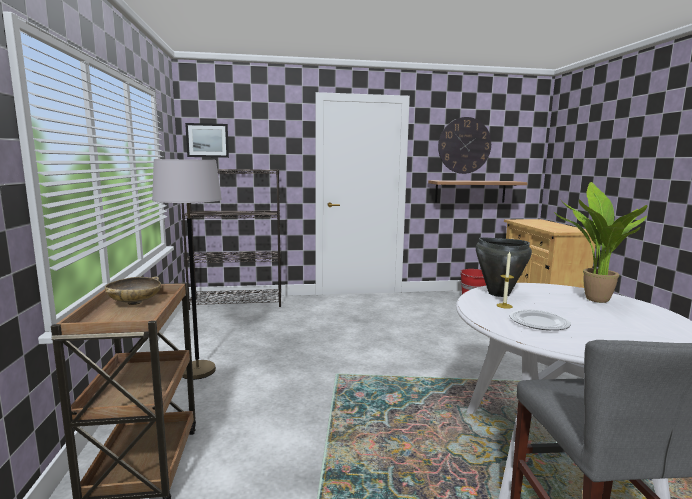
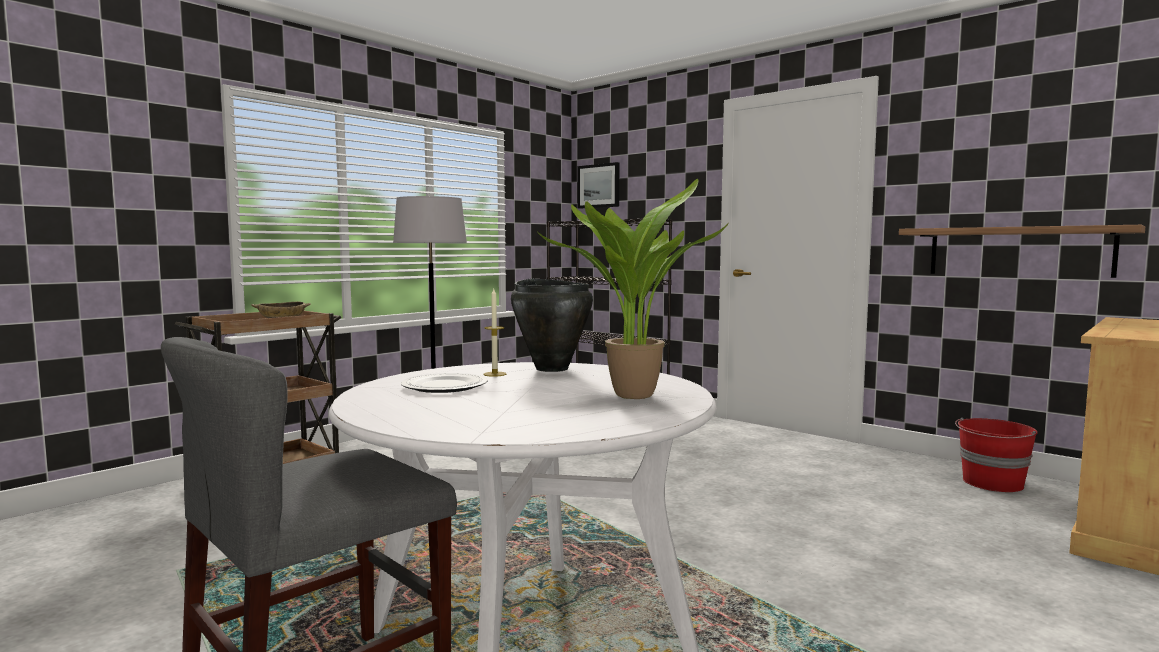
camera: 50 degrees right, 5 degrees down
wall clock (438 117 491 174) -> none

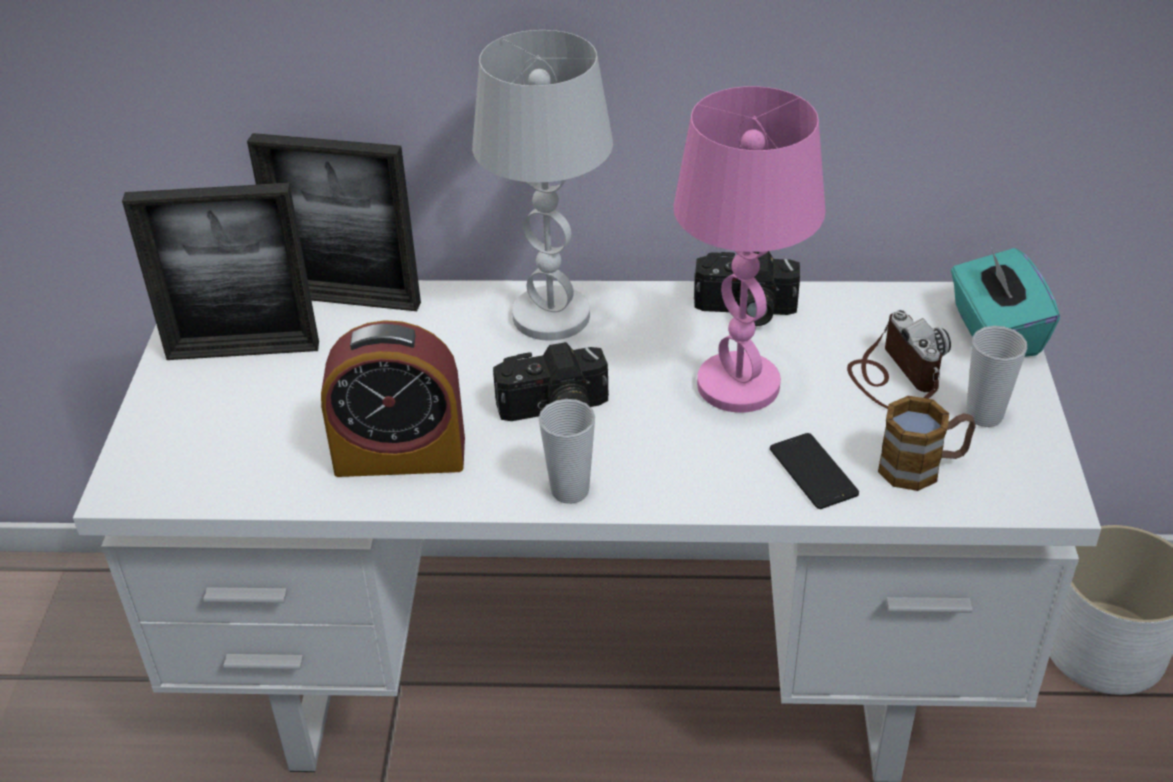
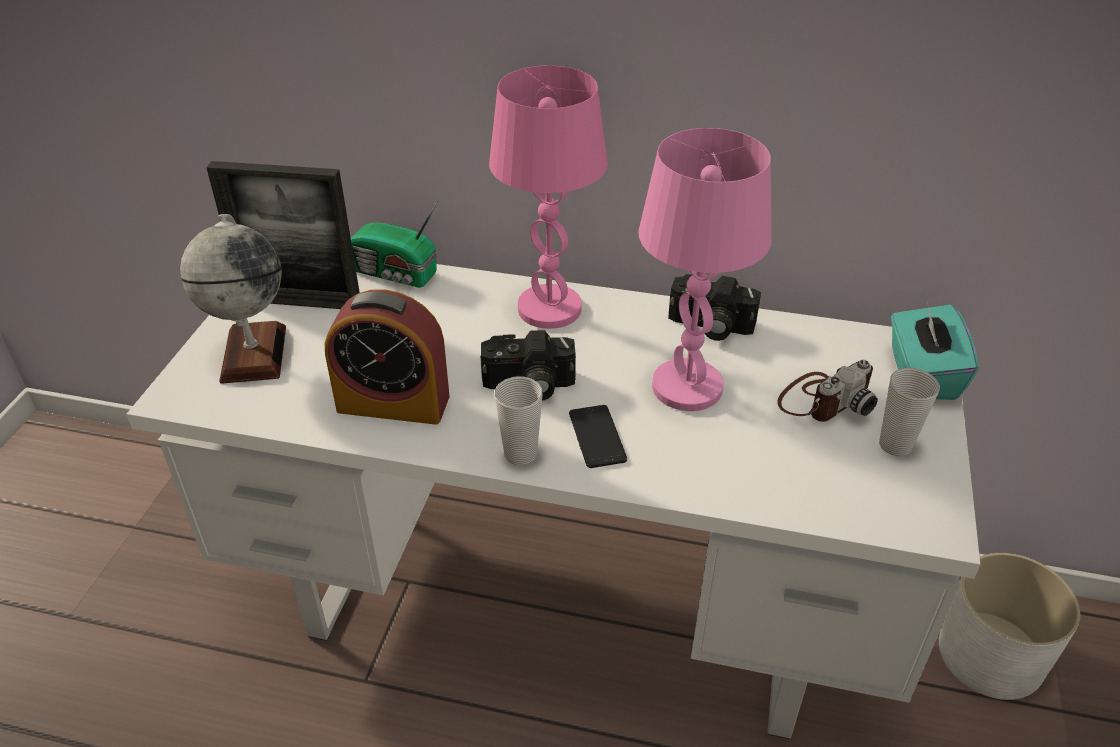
camera: 10 degrees right, 0 degrees up
photo frame (247 133 421 311) -> radio set (351 201 438 288)
white table lamp (472 30 613 341) -> pink table lamp (489 66 608 329)
telephone (770 433 859 509) -> telephone (569 405 627 468), move
photo camera (847 310 951 409) -> photo camera (777 360 878 422), 60 degrees clockwise
coffee mug (878 396 975 491) -> none
none -> desk globe (180 214 286 384)

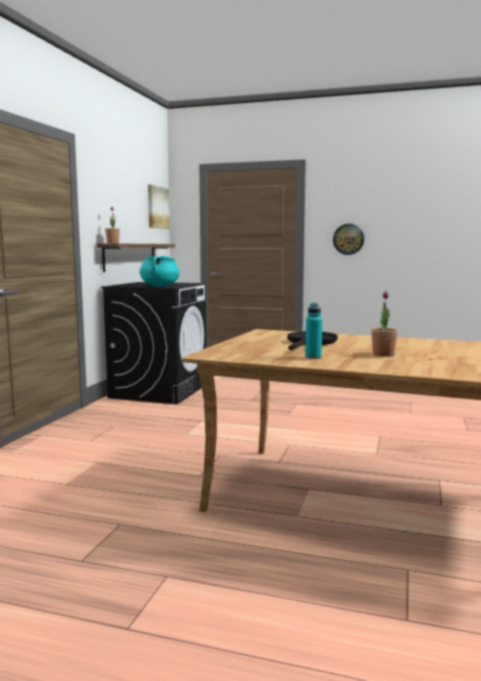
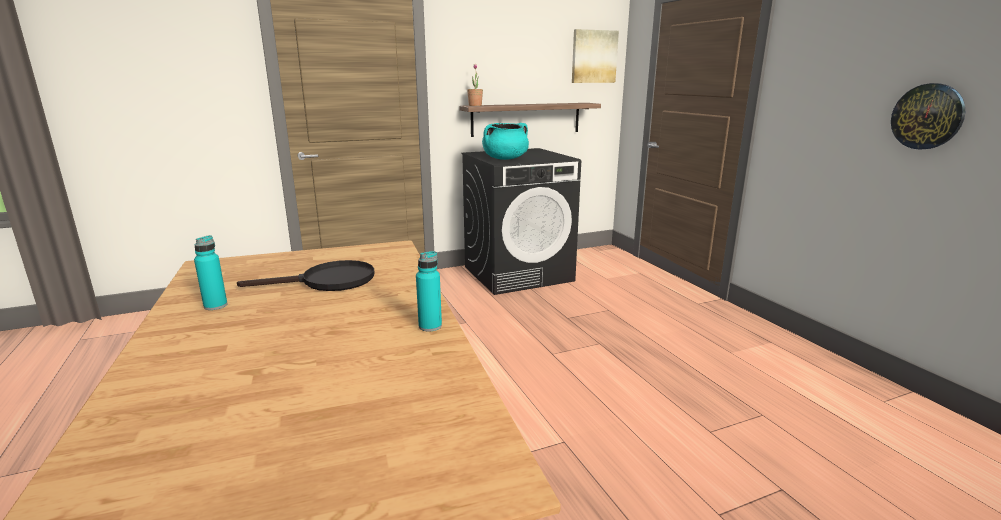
camera: 50 degrees right, 10 degrees up
wall clock (333 224 364 255) -> wall clock (891 83 965 150), move
potted plant (372 291 397 357) -> none
none -> blue-green bottle (416 251 442 332)

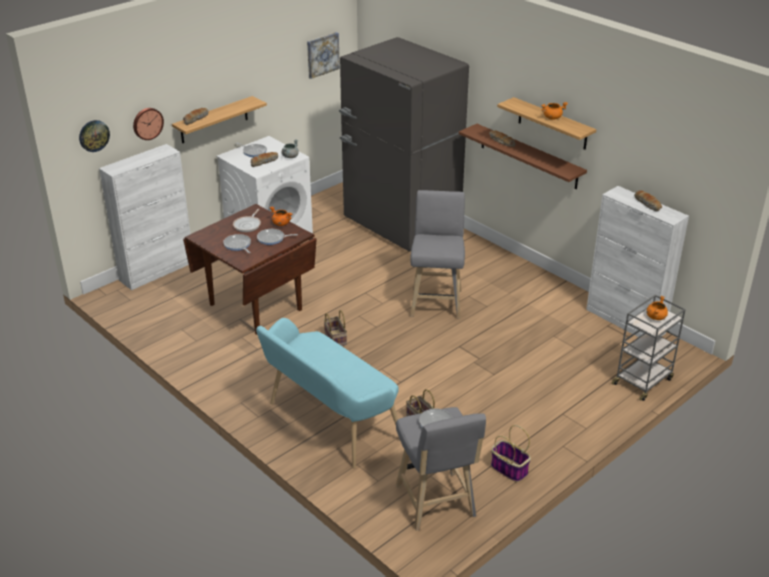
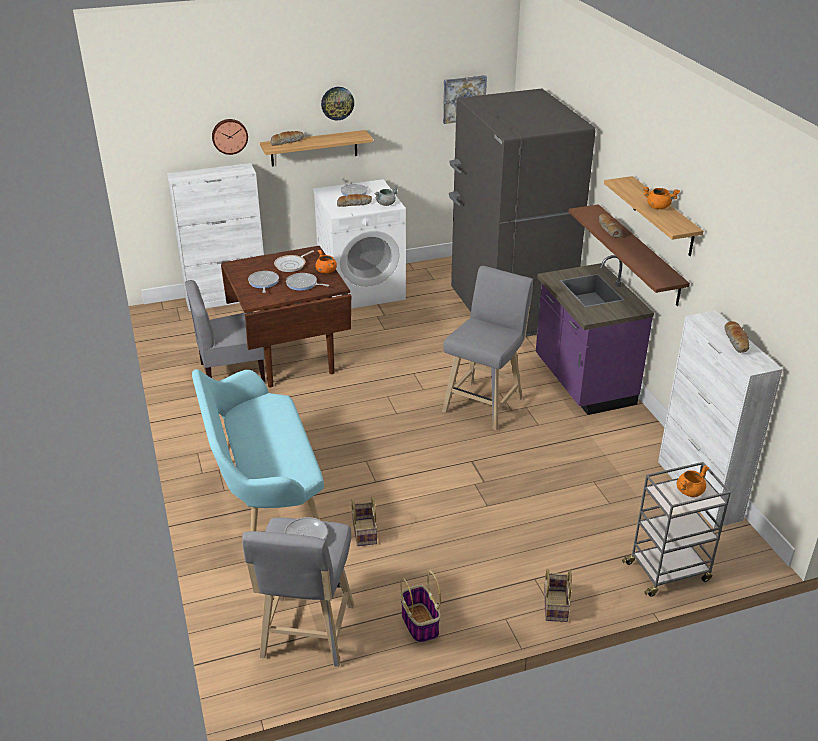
camera: 25 degrees right, 0 degrees up
wall clock (79 120 110 152) -> wall clock (321 87 354 121), move
storage basket (324 310 347 346) -> storage basket (544 569 572 622), move
none -> greyish plain chair (185 280 265 381)
none -> purplish counter (536 255 654 415)

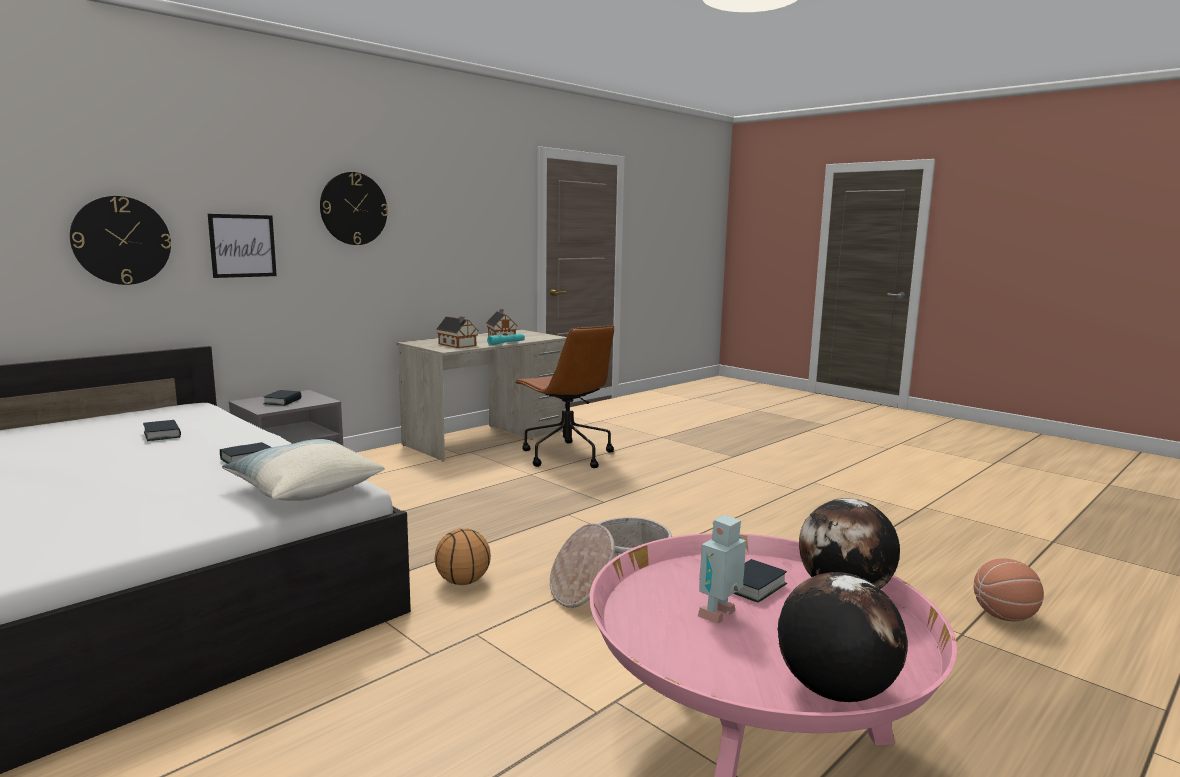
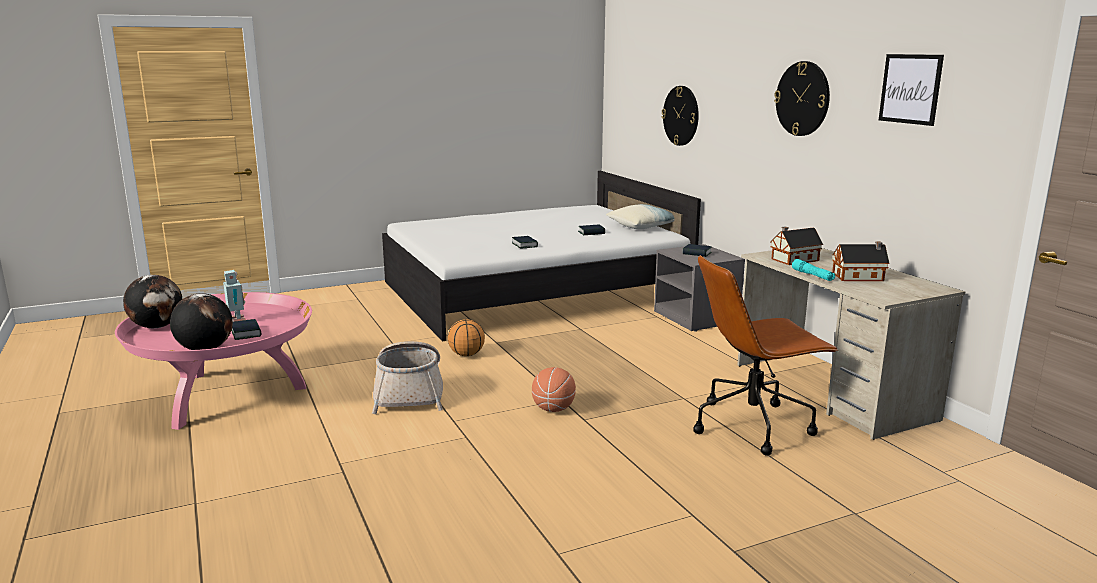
camera: 110 degrees right, 5 degrees up
wall picture (208 214 277 278) -> wall picture (879 54 944 126), move
cushion (222 439 385 501) -> cushion (606 204 675 229), move
basketball ball (974 558 1044 621) -> basketball ball (532 367 576 412), move

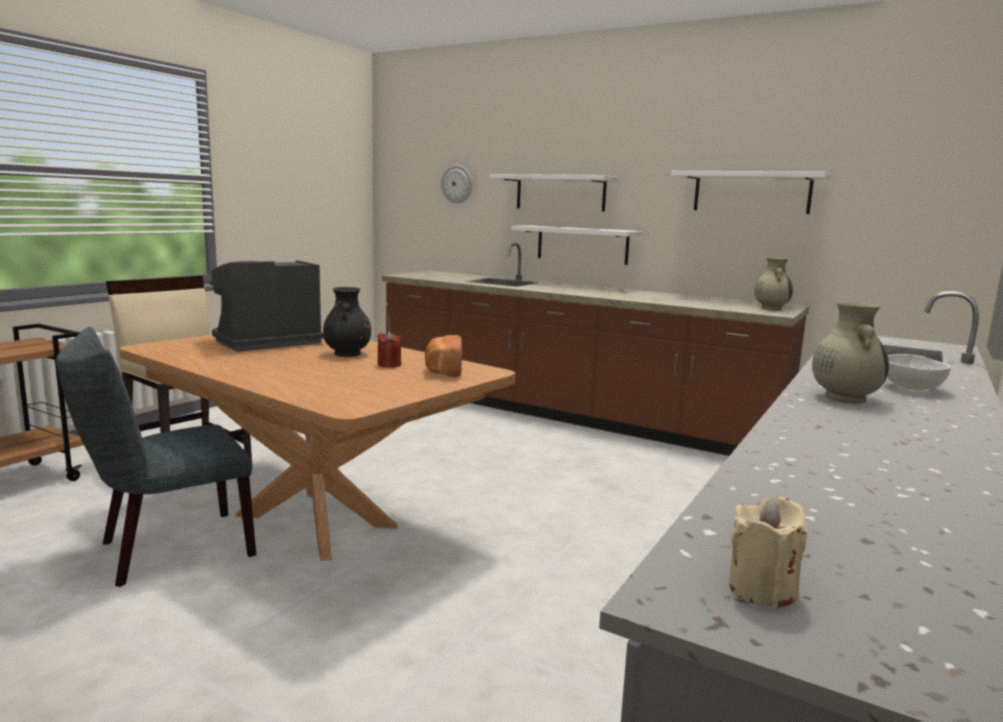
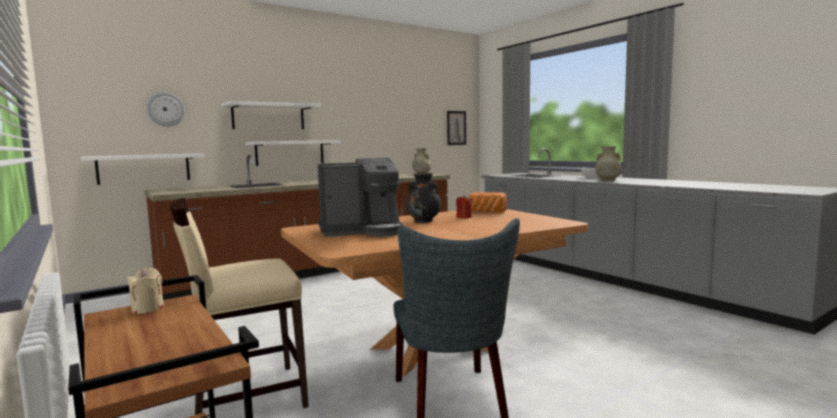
camera: 65 degrees left, 5 degrees down
coffee brewer (209 260 324 352) -> coffee brewer (318 158 403 237), 90 degrees counterclockwise
white bracket shelf (671 171 831 214) -> white bracket shelf (81 153 205 185), move
beige wax light (729 496 807 609) -> beige wax light (127 268 164 314), move
none -> wall picture (447 111 466 145)

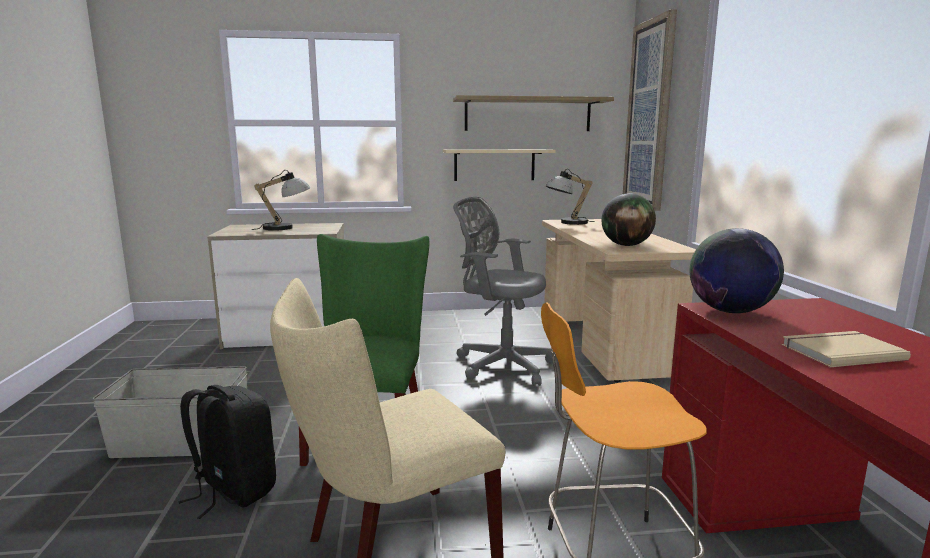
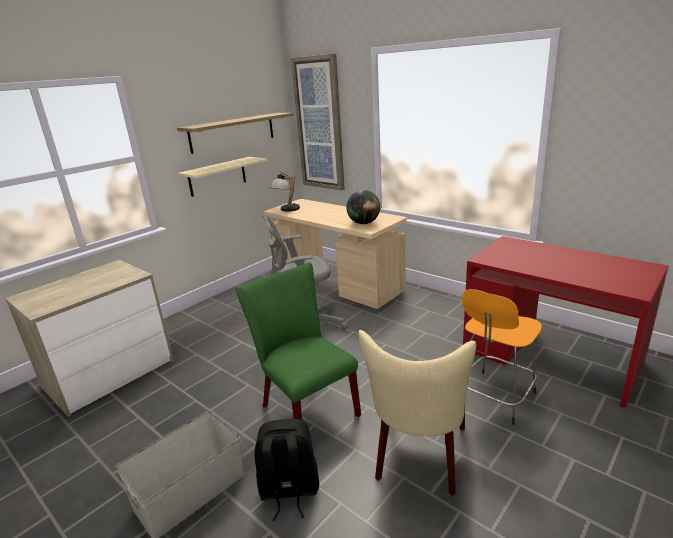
camera: 40 degrees left, 10 degrees up
table lamp (251 170 310 231) -> none
desk globe (689 228 784 313) -> none
beige book (782 331 911 367) -> none

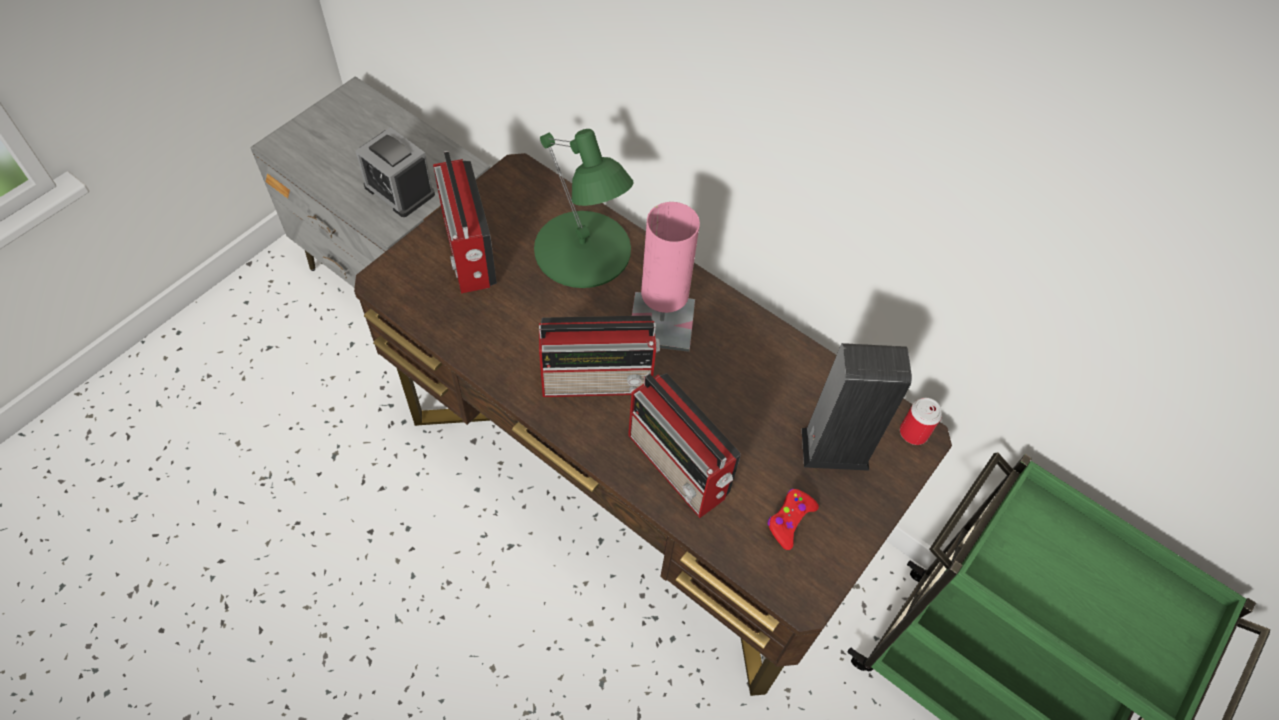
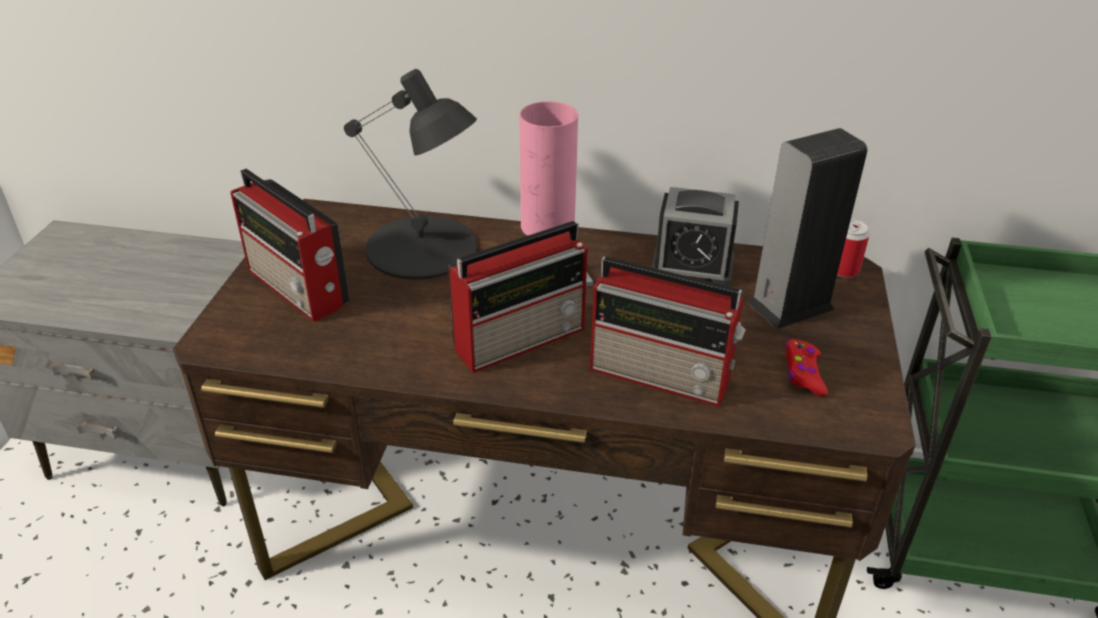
camera: 25 degrees left, 20 degrees down
table clock (356 127 435 217) -> table clock (651 187 739 286), move
green table lamp (534 129 634 288) -> black table lamp (344 69 477 279)

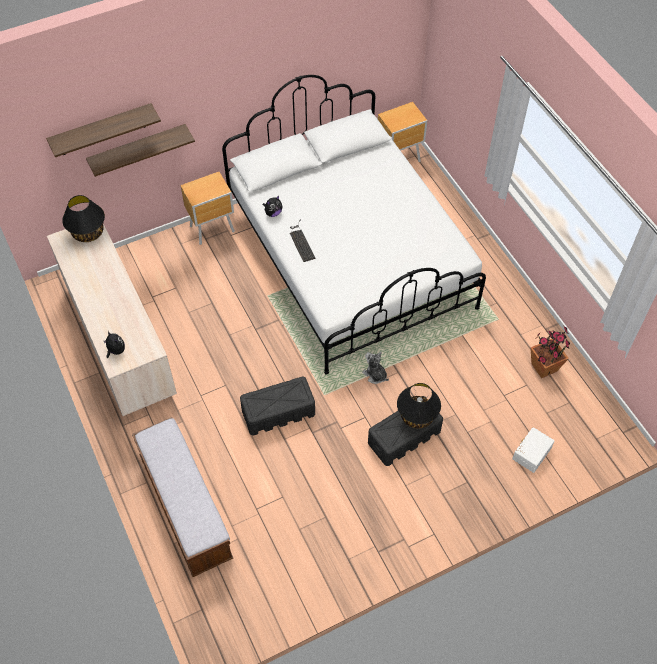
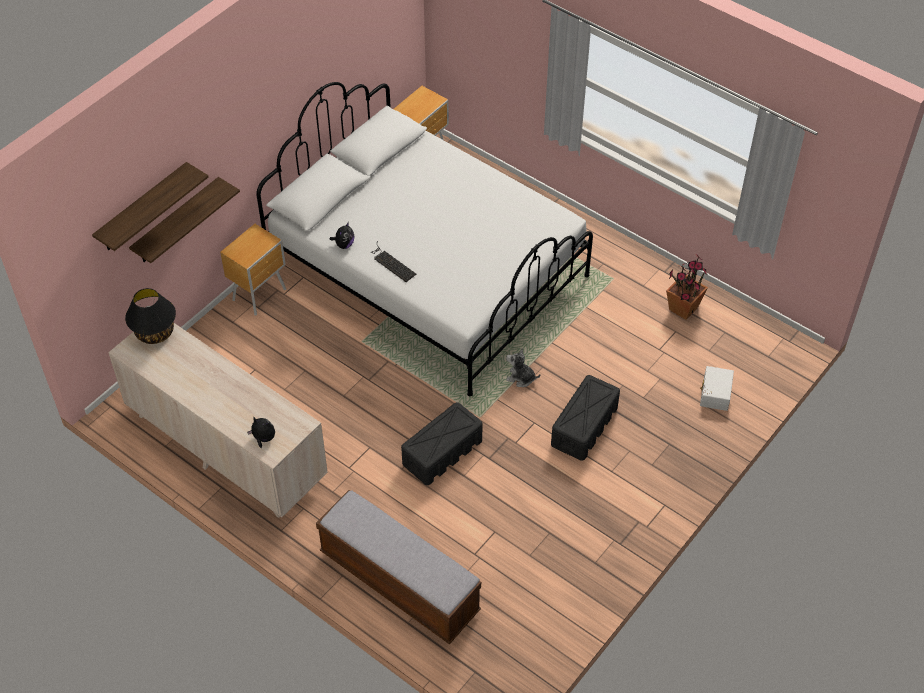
camera: 25 degrees left, 5 degrees down
black table lamp (397 383 441 428) -> none

